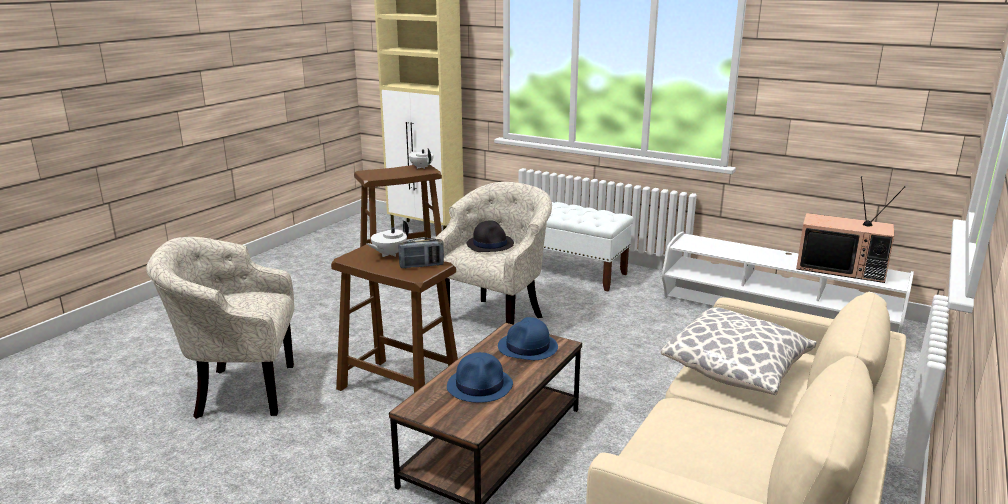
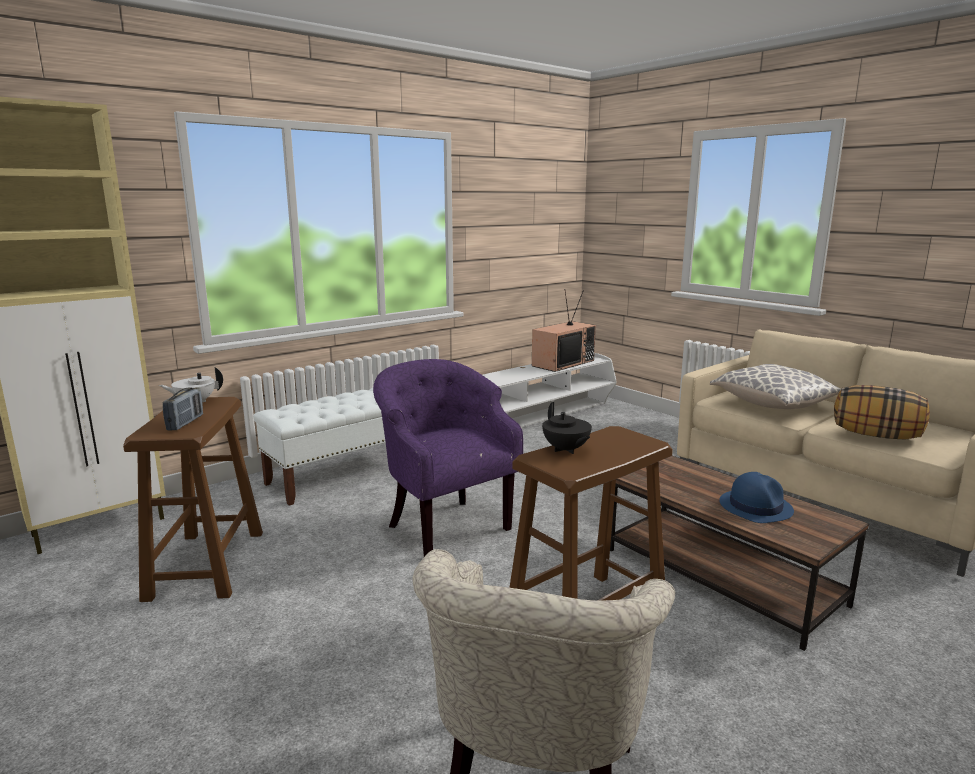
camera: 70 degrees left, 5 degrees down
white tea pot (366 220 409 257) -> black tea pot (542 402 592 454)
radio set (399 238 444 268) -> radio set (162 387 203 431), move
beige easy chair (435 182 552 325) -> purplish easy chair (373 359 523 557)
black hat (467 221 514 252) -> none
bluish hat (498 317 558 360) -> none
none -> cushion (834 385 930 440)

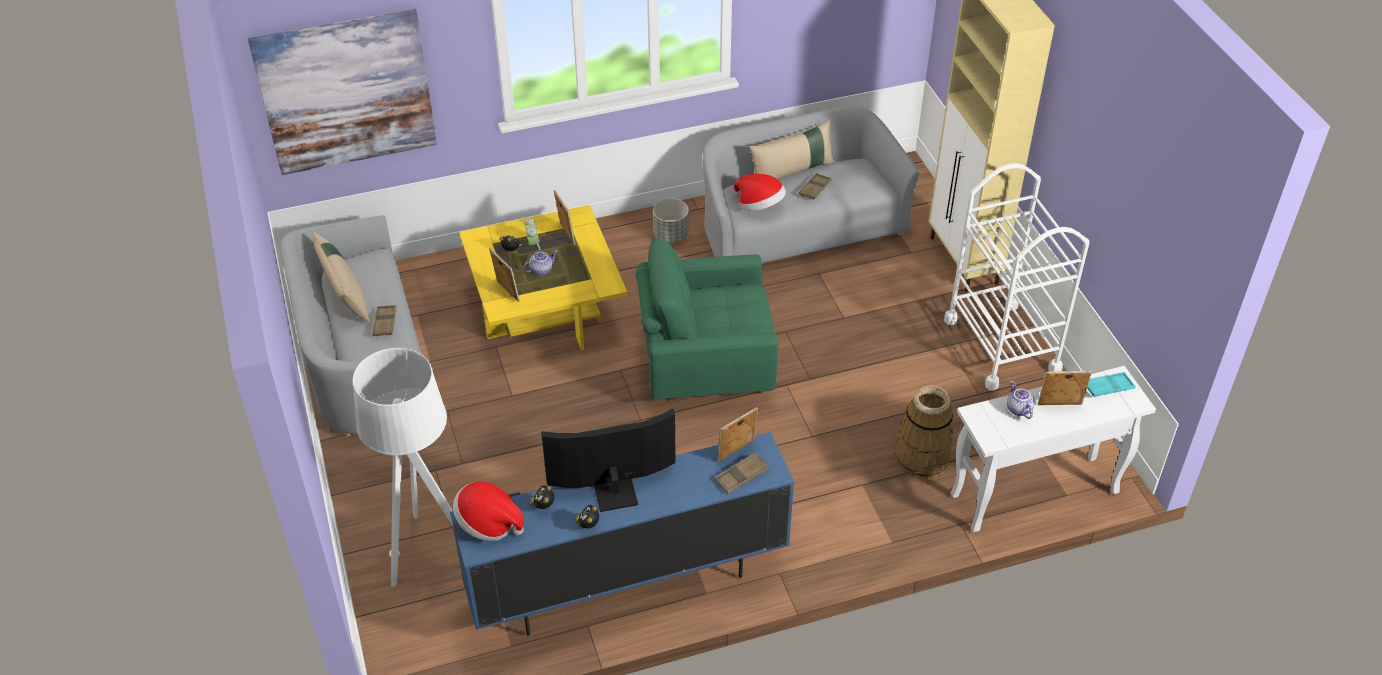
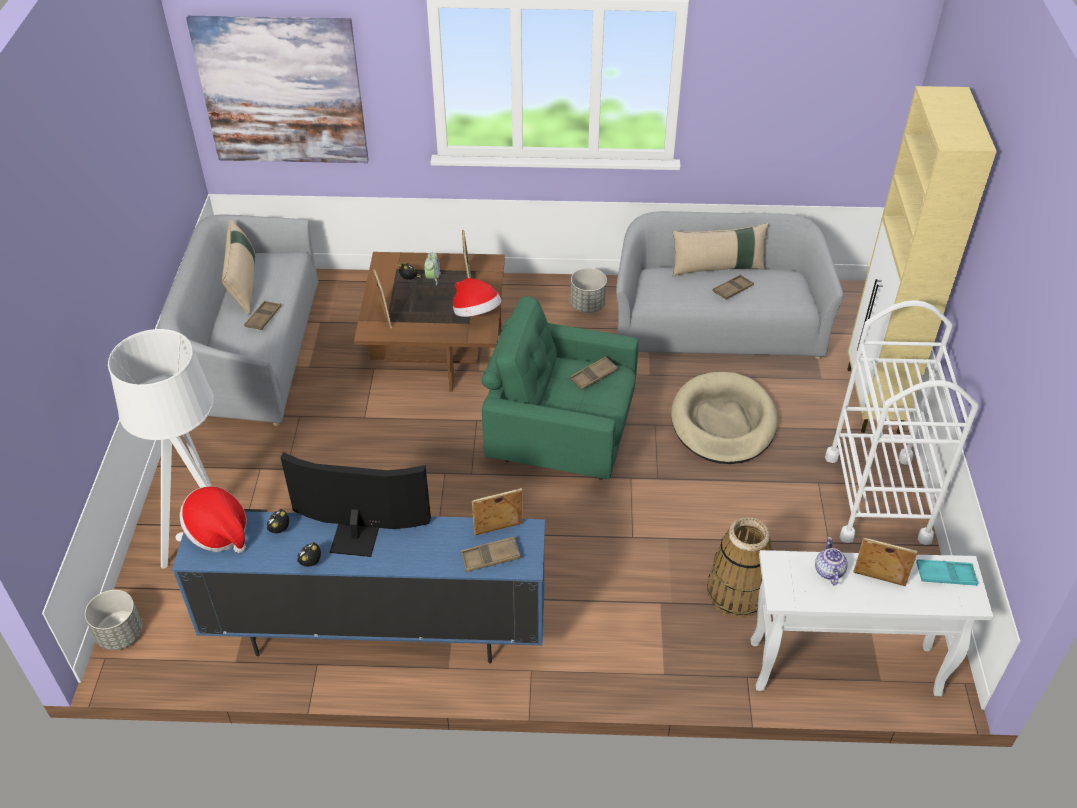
camera: 20 degrees right, 0 degrees up
yellow-coloured lounge table (459 205 627 350) -> brown-coloured lounge table (354 252 505 392)
tea pot (523 250 558 276) -> none
hat (734 174 786 211) -> hat (453 278 501 317), move
none -> greyish planter (85 590 142 650)
none -> brown-coloured tray (570 356 618 390)
none -> beige dog bed (671 372 778 464)

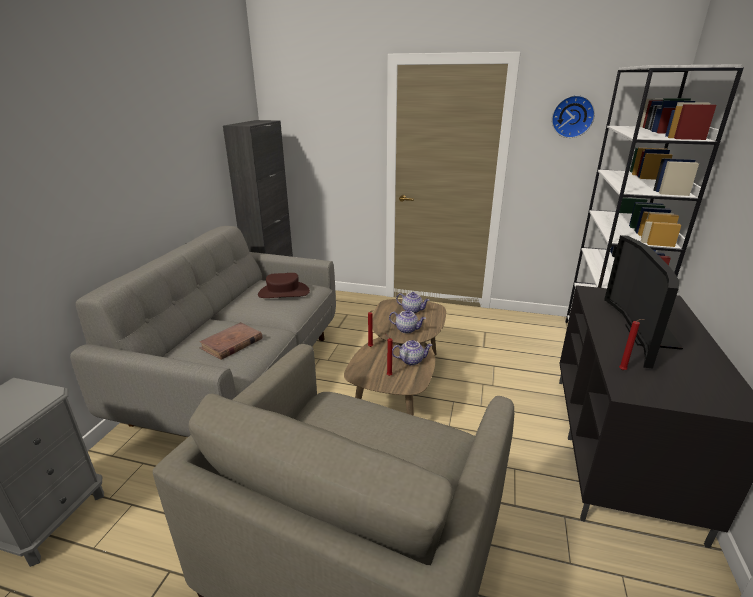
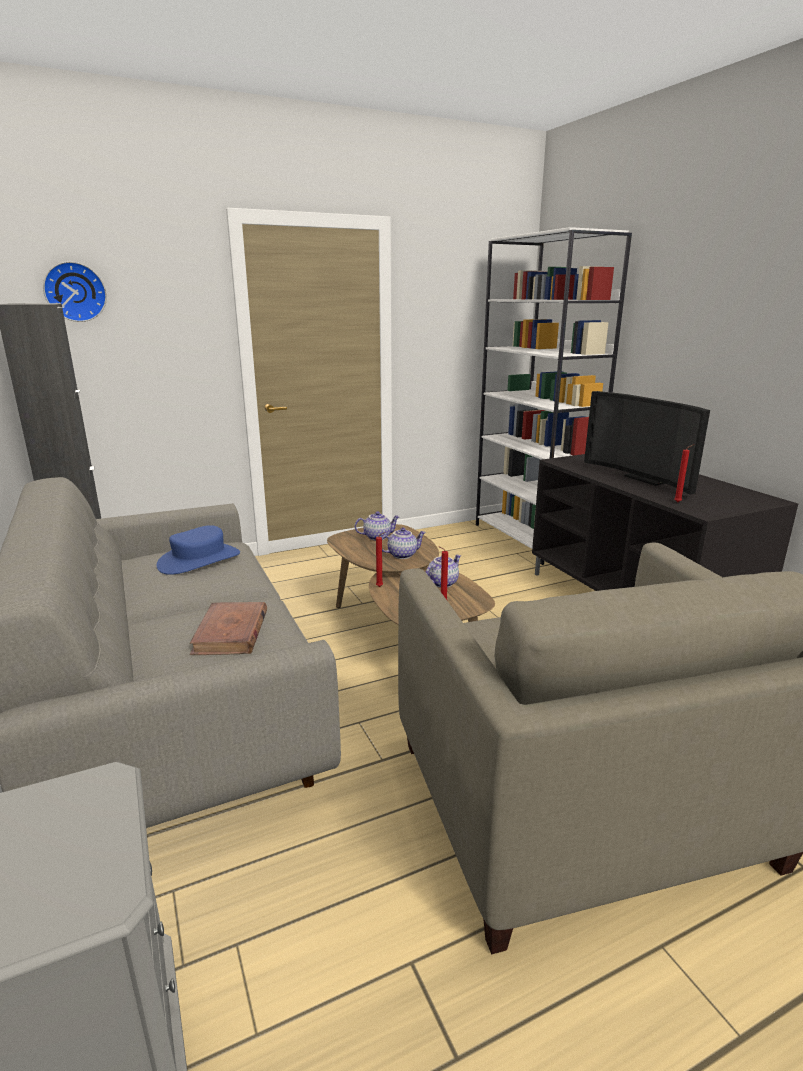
camera: 40 degrees left, 5 degrees down
brown-coloured hat (258 273 310 298) -> bluish hat (157 525 240 575)
wall clock (552 95 595 138) -> wall clock (43 261 107 322), move

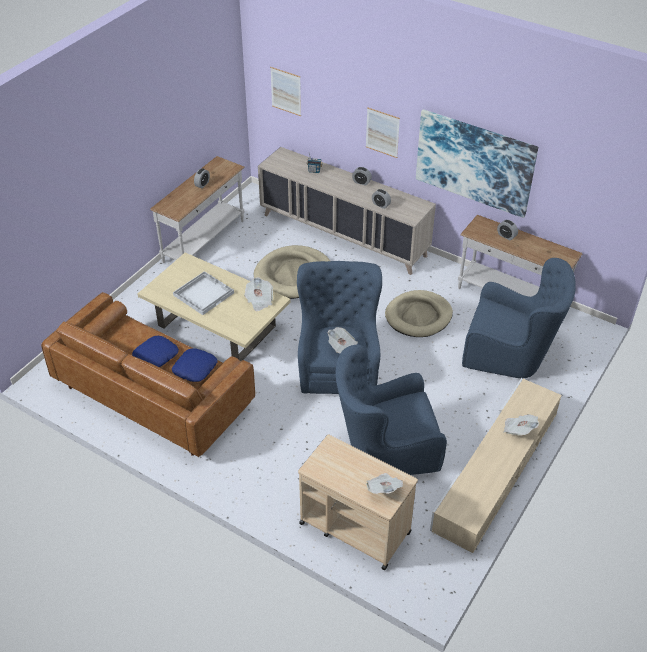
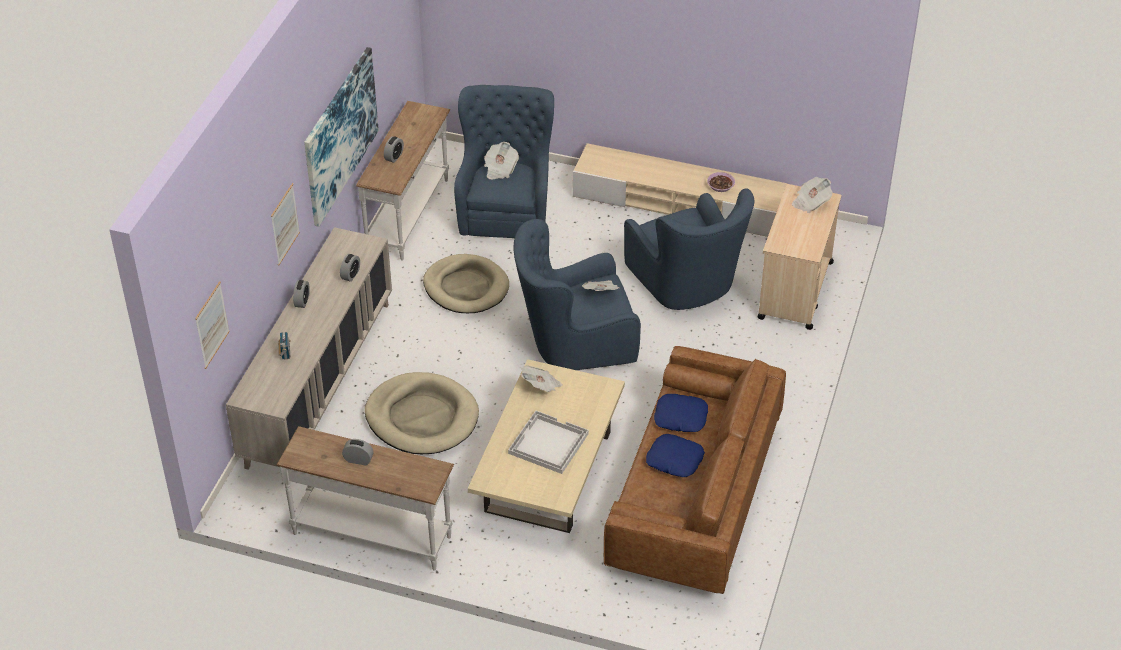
camera: 105 degrees left, 0 degrees up
newspaper (503 414 539 436) -> newspaper (484 142 519 180), move
none -> bowl (707 172 735 192)

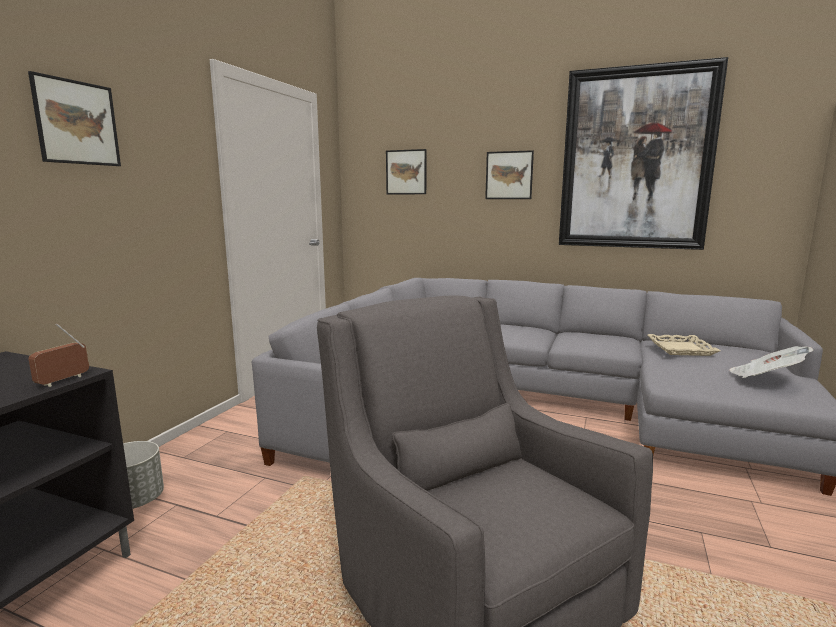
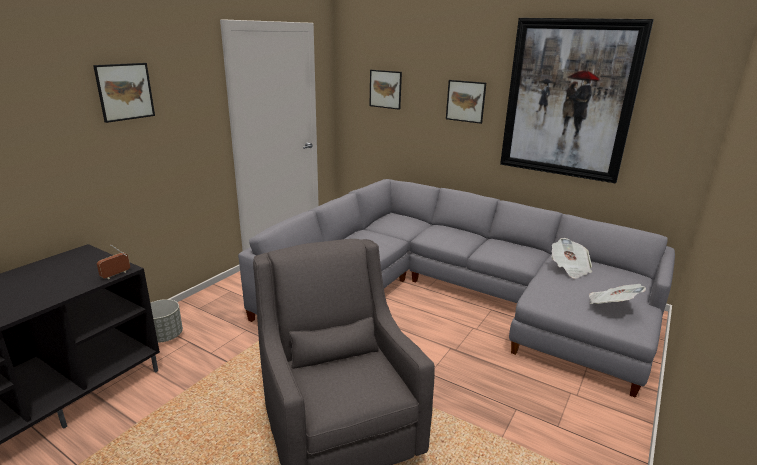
camera: 10 degrees right, 10 degrees up
beige tray (648 334 720 356) -> newspaper (552 238 592 279)

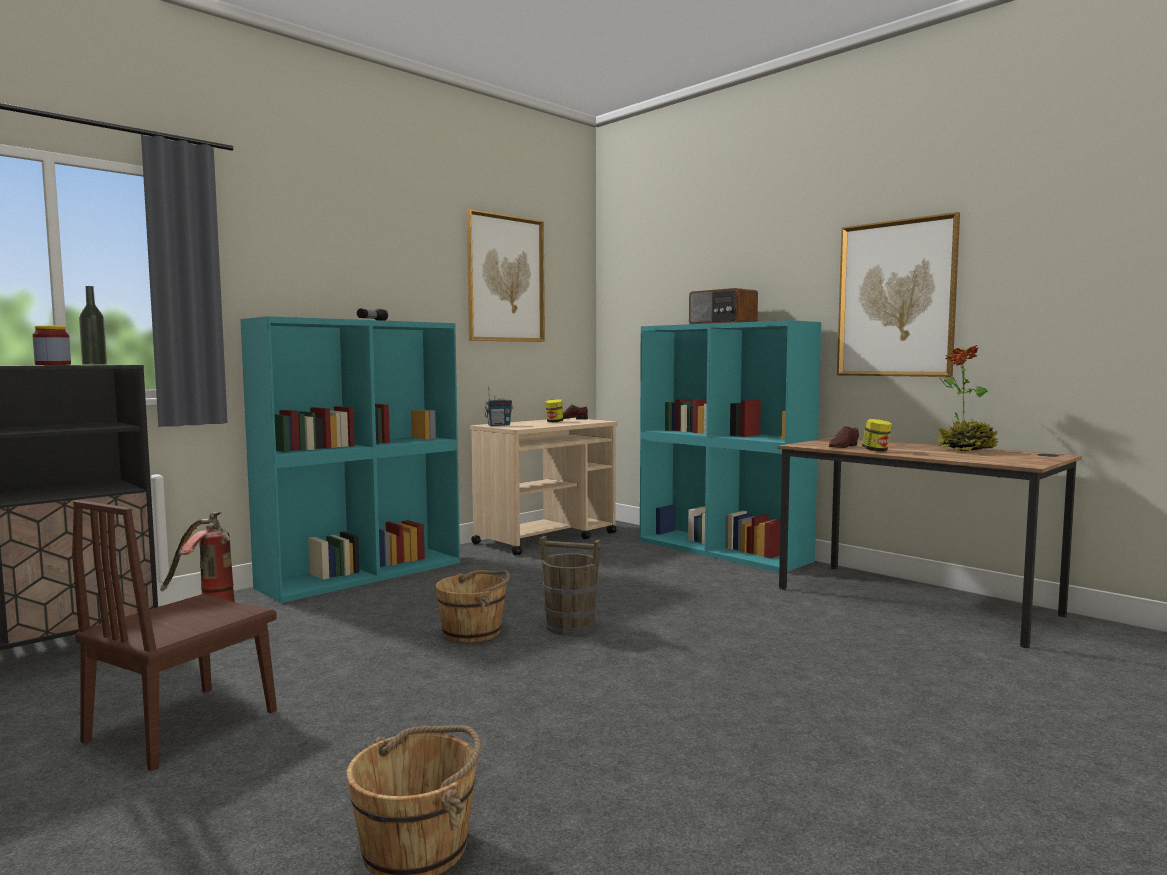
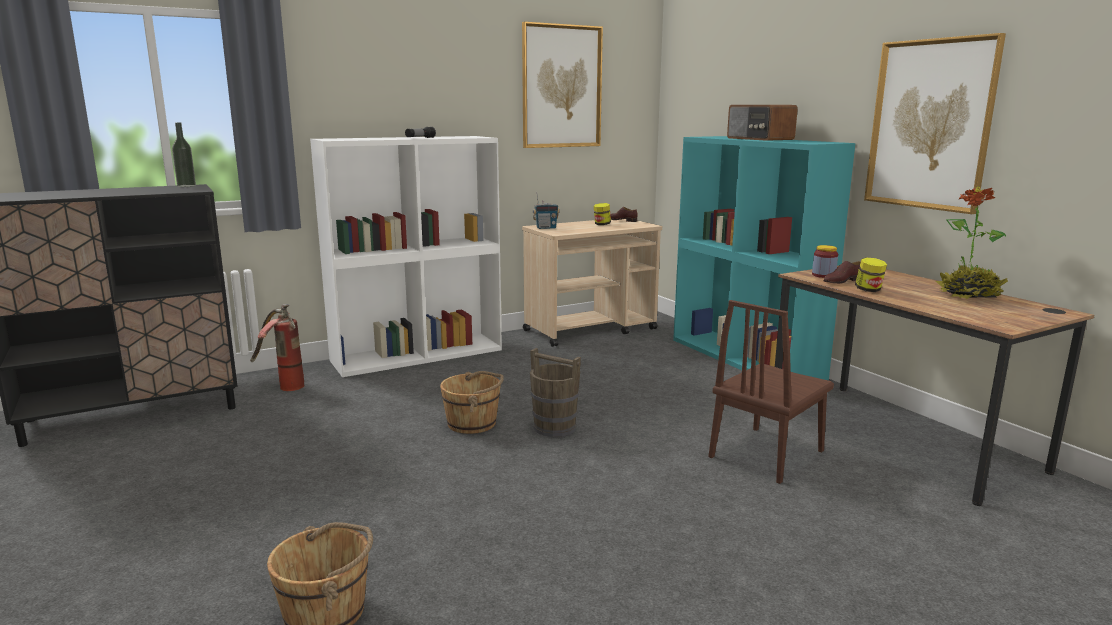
camera: 15 degrees right, 10 degrees up
jar (33 325 71 365) -> jar (812 245 838 278), move
brown-coloured plain chair (72 500 277 771) -> brown-coloured plain chair (709 300 834 484), move
blue-green bookcase (240 316 460 603) -> white bookcase (310 136 502 377)

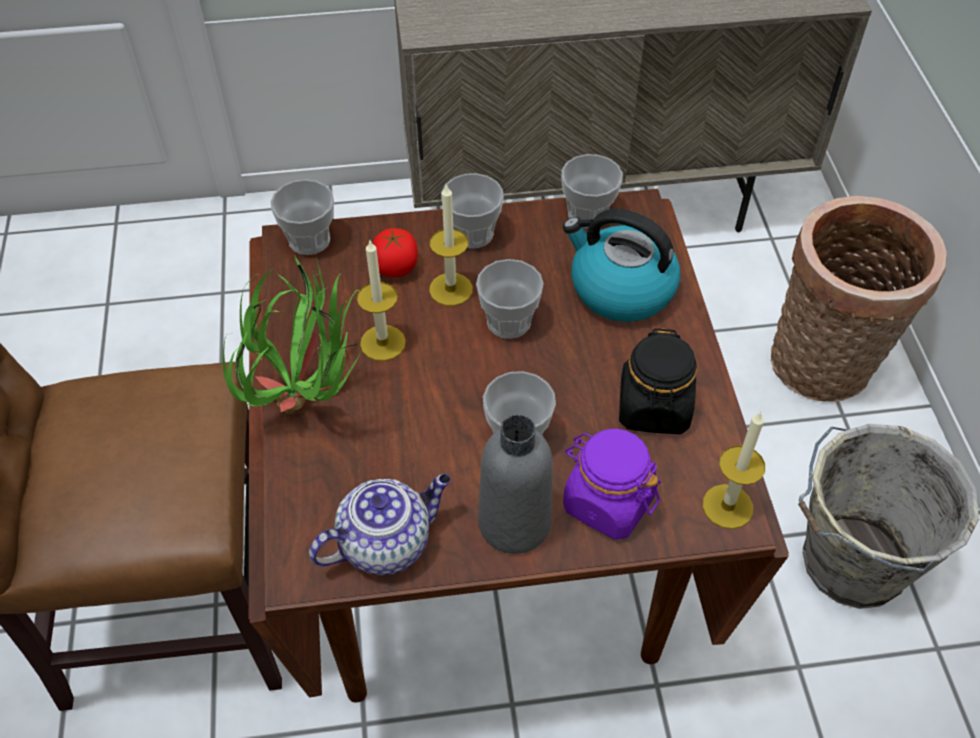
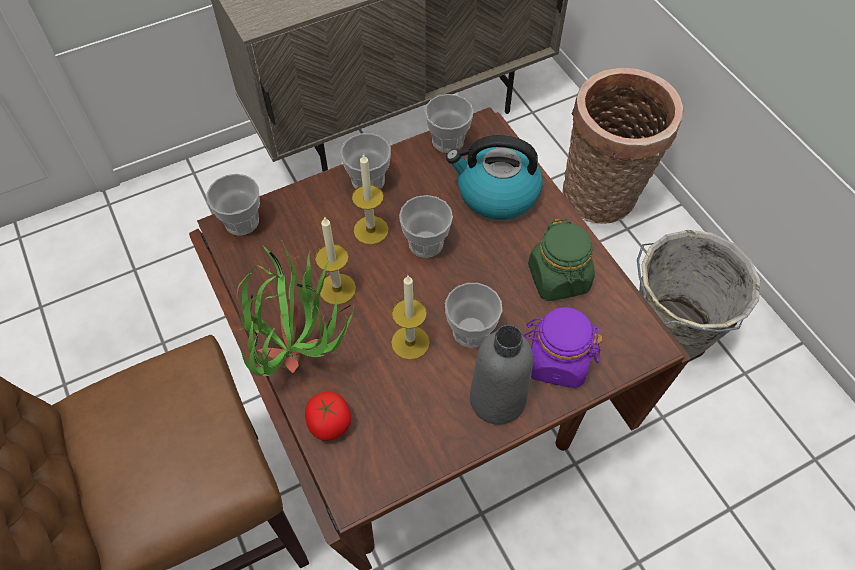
camera: 20 degrees left, 5 degrees up
tea pot (309 474 451 575) -> none
whole tomato (372 228 418 277) -> whole tomato (305 392 351 441), move
black jar (619 328 697 434) -> green jar (528 219 595 301)
wax light (702 411 765 529) -> wax light (391 275 430 360), move

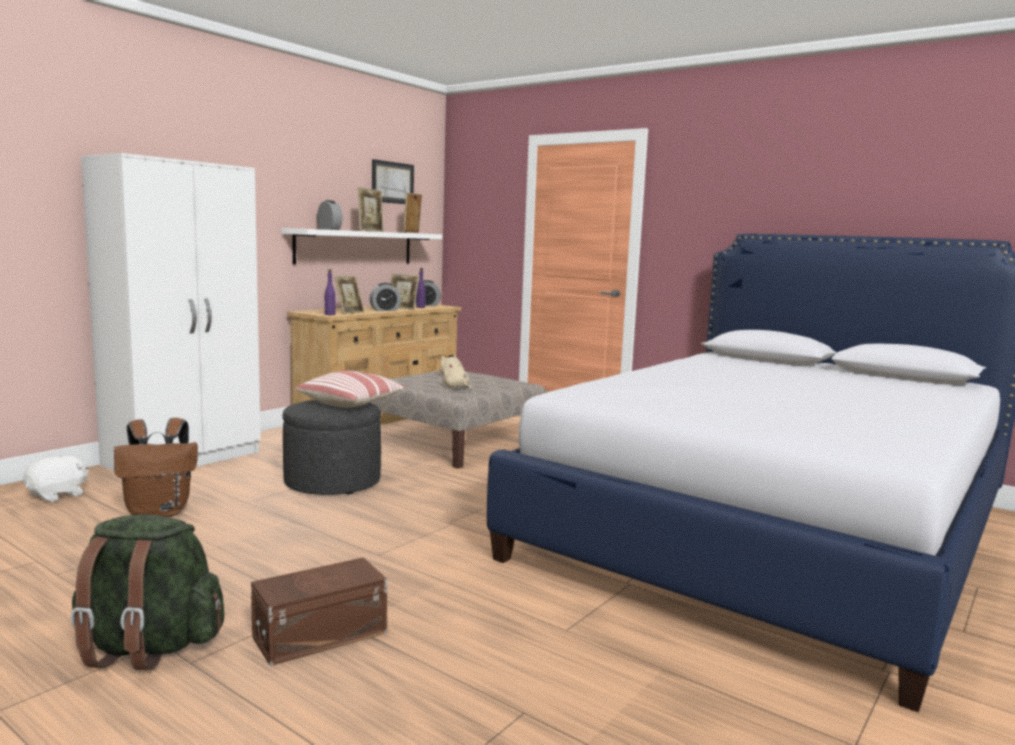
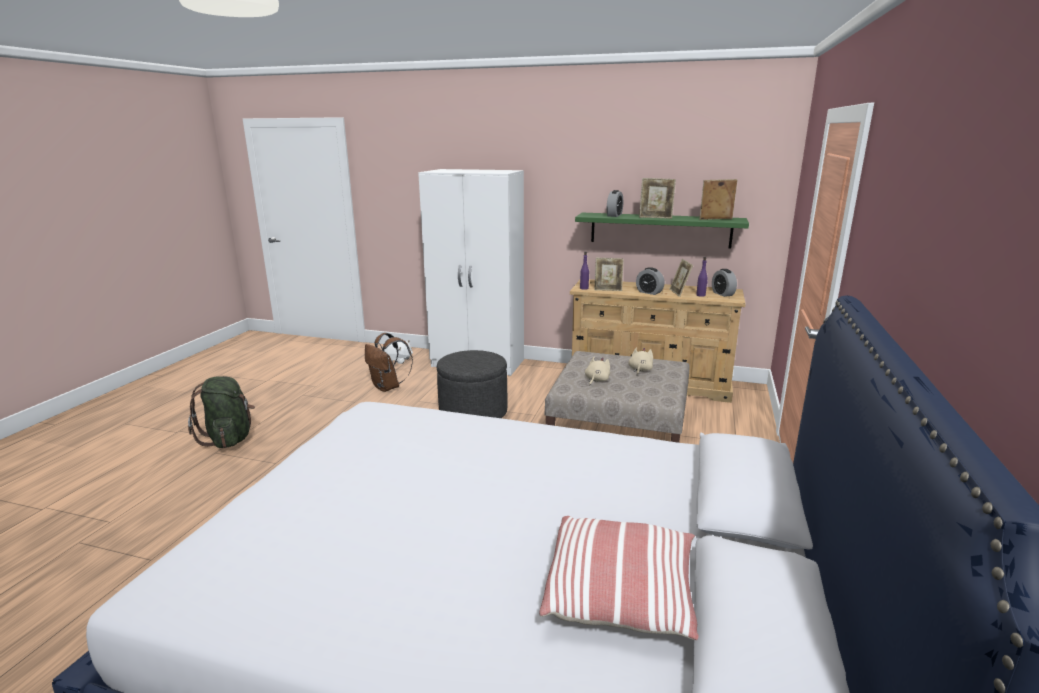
camera: 70 degrees right, 10 degrees up
brown-coloured storage bin (251 557 387 666) -> none
white bracket shelf (281 228 442 264) -> green bracket shelf (575 213 749 248)
cushion (295 371 407 408) -> cushion (539 516 698 640), move
wall picture (372 159 414 204) -> none

